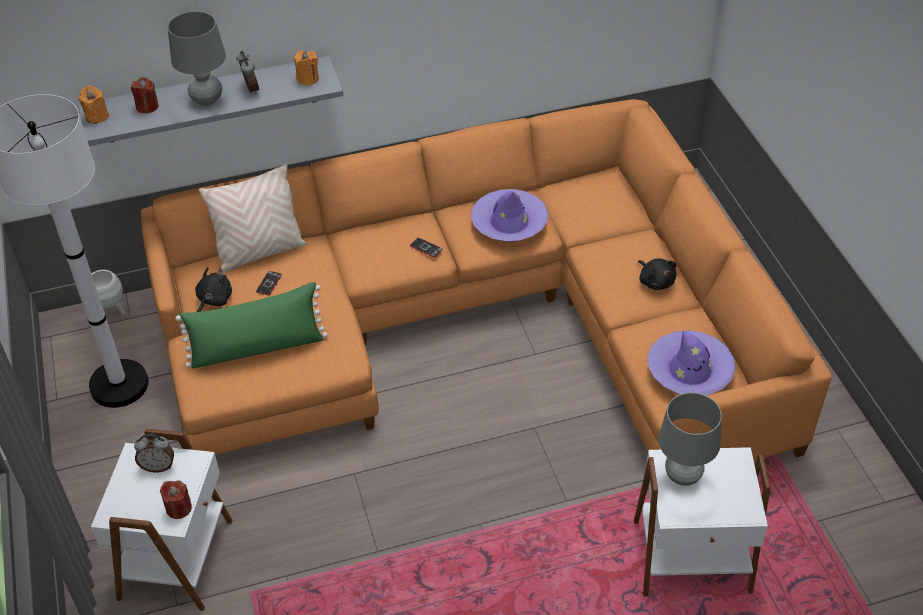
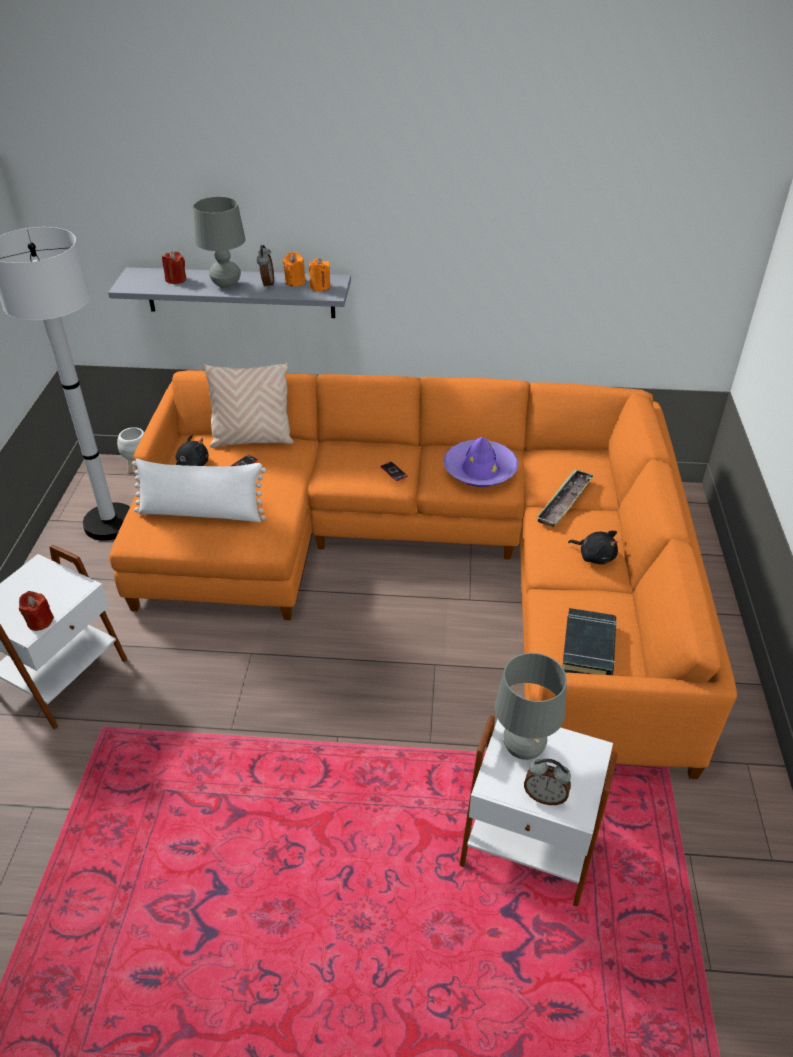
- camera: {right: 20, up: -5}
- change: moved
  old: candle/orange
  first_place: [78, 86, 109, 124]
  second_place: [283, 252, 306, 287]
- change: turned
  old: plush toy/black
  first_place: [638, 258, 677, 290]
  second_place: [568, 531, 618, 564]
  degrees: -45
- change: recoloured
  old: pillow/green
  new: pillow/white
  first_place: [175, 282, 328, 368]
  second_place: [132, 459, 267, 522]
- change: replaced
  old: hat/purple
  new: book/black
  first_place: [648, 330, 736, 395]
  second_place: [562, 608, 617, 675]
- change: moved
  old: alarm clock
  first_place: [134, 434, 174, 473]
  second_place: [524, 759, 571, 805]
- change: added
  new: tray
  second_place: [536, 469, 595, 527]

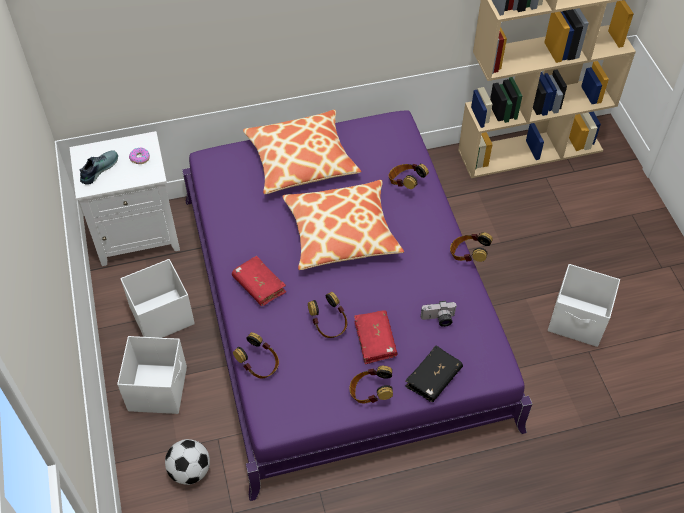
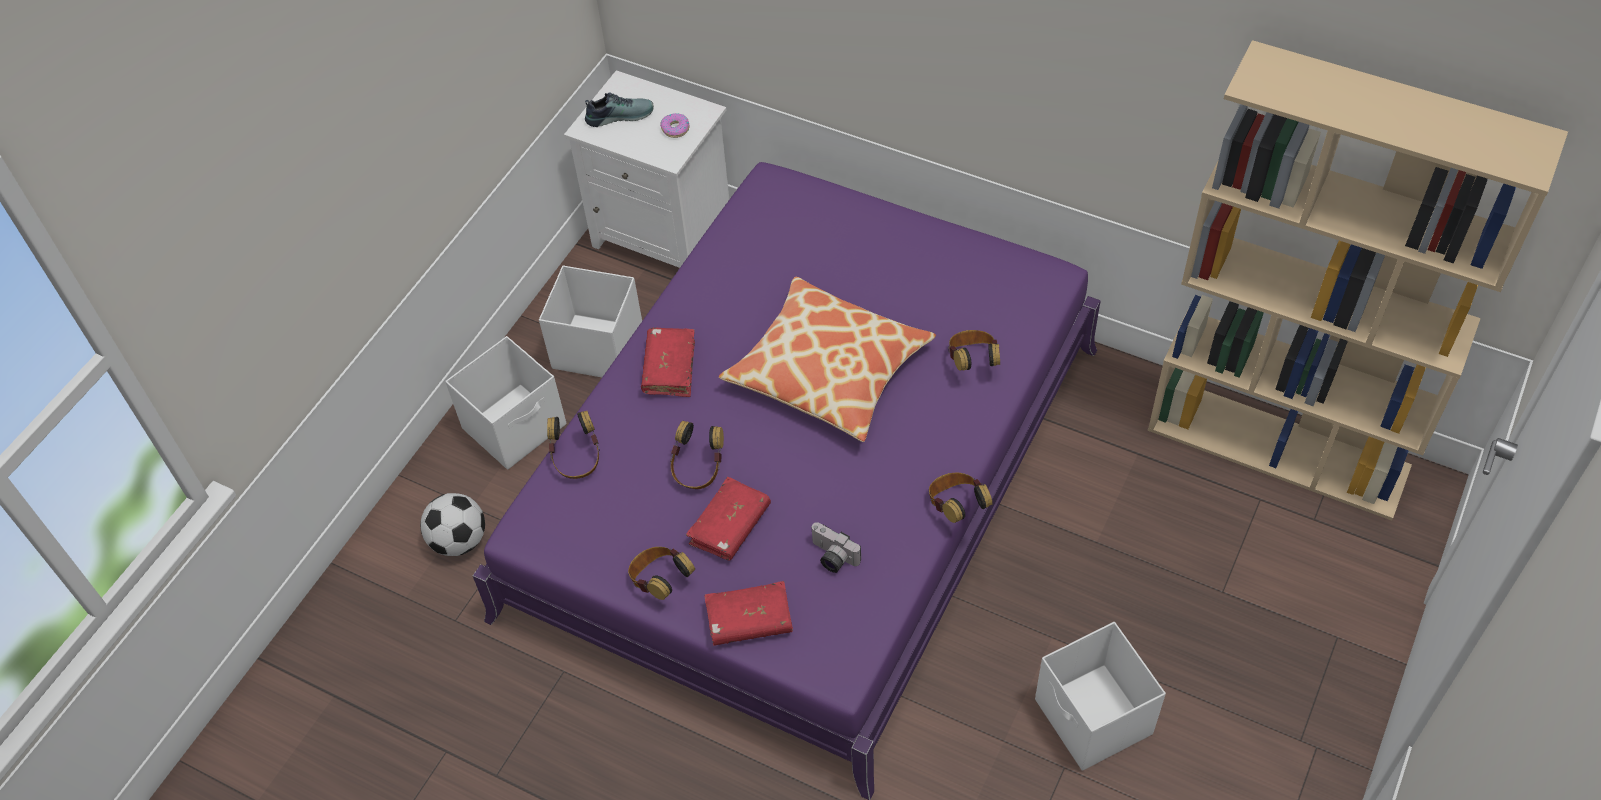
- camera: {right: 45, up: 0}
- change: removed
  old: pillow
  first_place: [243, 110, 361, 194]
- change: recoloured
  old: book/black
  new: book/red
  first_place: [405, 346, 463, 402]
  second_place: [704, 581, 793, 646]

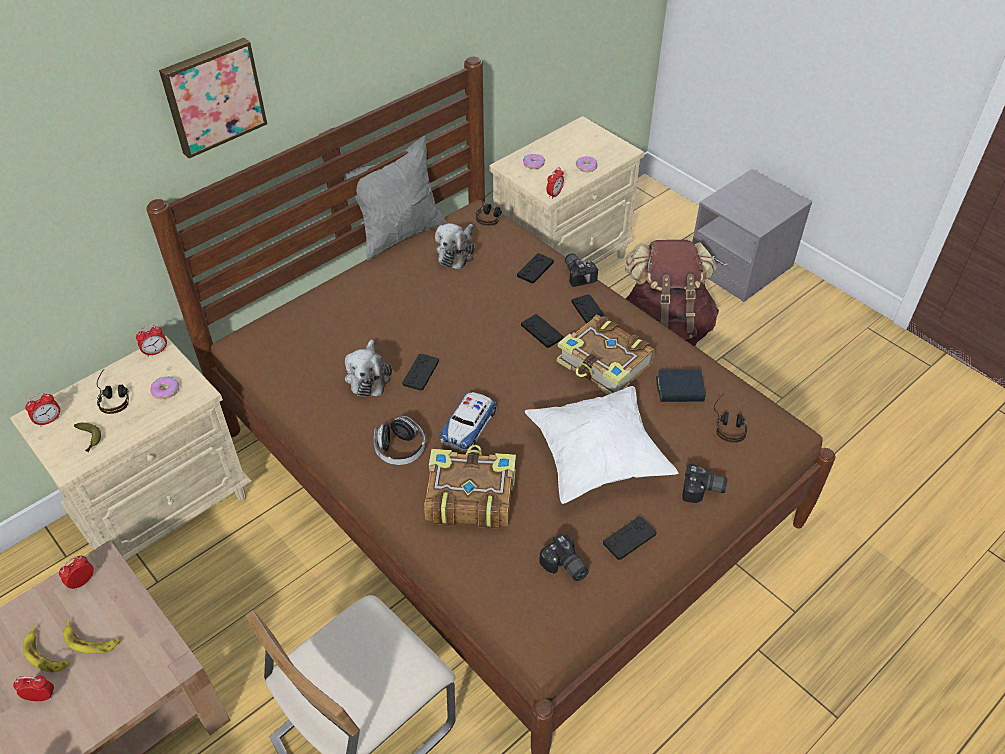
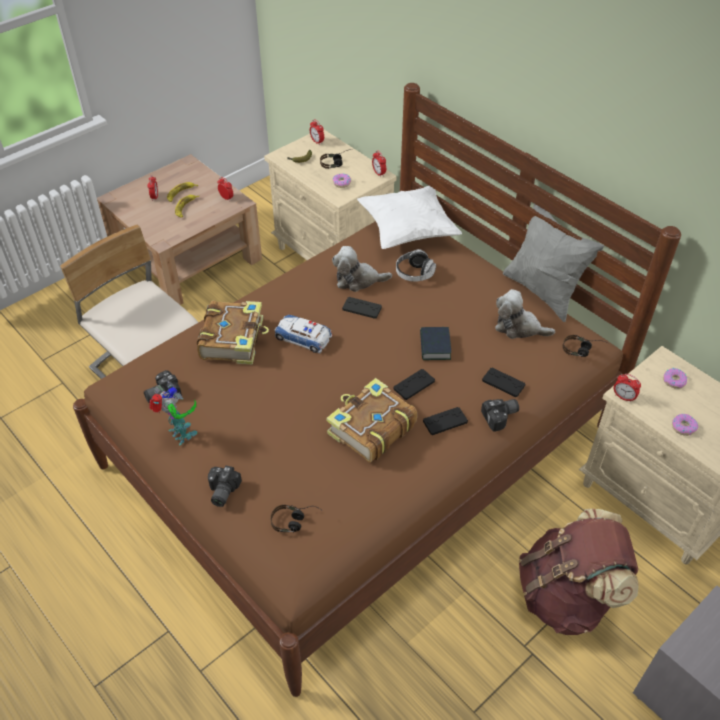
- camera: {right: 90, up: 0}
- change: removed
  old: picture
  first_place: [159, 38, 267, 159]
- change: moved
  old: book
  first_place: [656, 370, 706, 402]
  second_place: [420, 327, 451, 360]
- change: moved
  old: pillow/white
  first_place: [525, 386, 678, 504]
  second_place: [357, 186, 462, 249]
- change: moved
  old: headphones
  first_place: [374, 416, 425, 465]
  second_place: [396, 249, 436, 282]
- change: replaced
  old: game controller/black
  new: toy robot
  first_place: [603, 516, 656, 560]
  second_place: [149, 381, 197, 445]

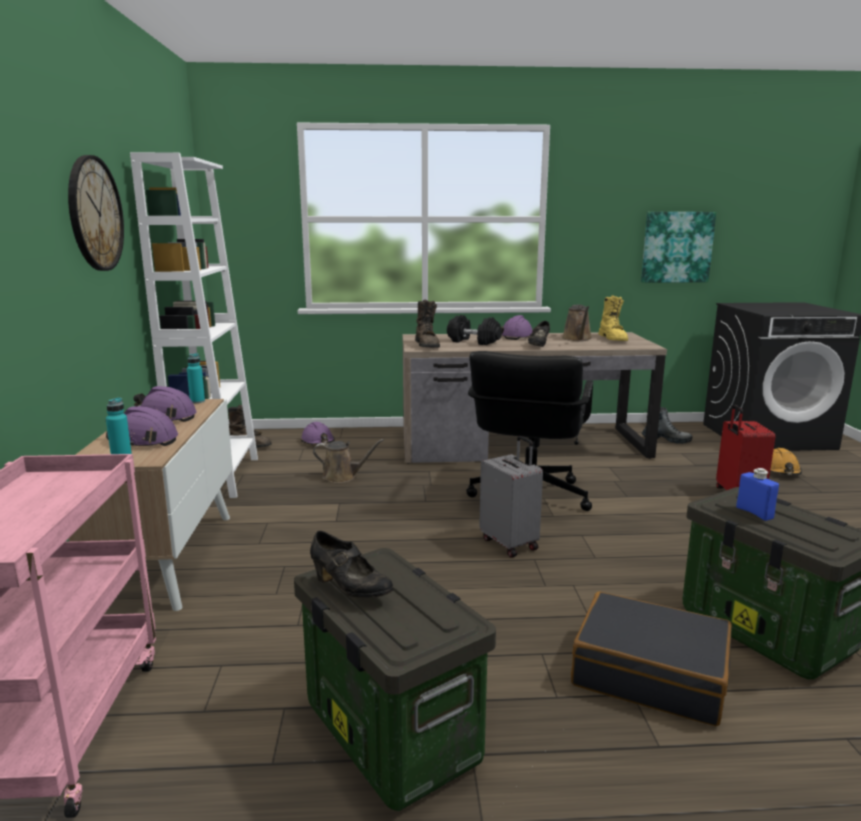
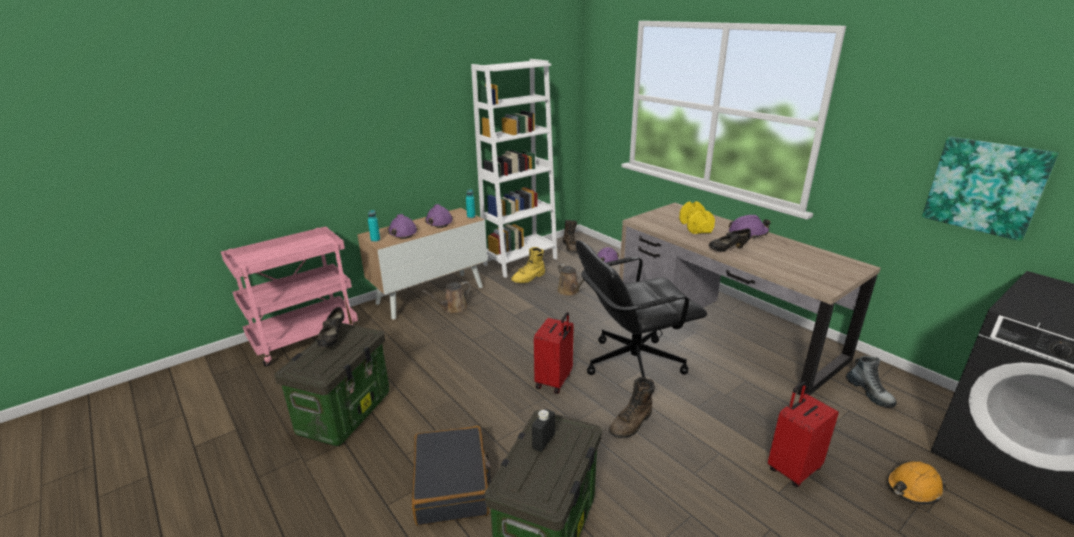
- camera: {right: 55, up: 10}
- change: removed
  old: wall clock
  first_place: [68, 155, 124, 271]
- change: moved
  old: boot/yellow
  first_place: [598, 295, 628, 341]
  second_place: [511, 247, 545, 283]
- change: moved
  old: boot/brown
  first_place: [415, 299, 440, 348]
  second_place: [609, 377, 655, 438]
- change: moved
  old: watering can/brown
  first_place: [562, 305, 592, 341]
  second_place: [421, 281, 471, 314]
- change: recoloured
  old: dumbbell/black
  new: dumbbell/yellow
  first_place: [447, 315, 502, 345]
  second_place: [679, 201, 715, 234]
- change: recoloured
  old: suitcase/grey
  new: suitcase/red
  first_place: [479, 436, 543, 557]
  second_place: [534, 312, 574, 394]
- change: recoloured
  old: bottle/blue
  new: bottle/black
  first_place: [736, 468, 779, 521]
  second_place: [532, 409, 555, 452]

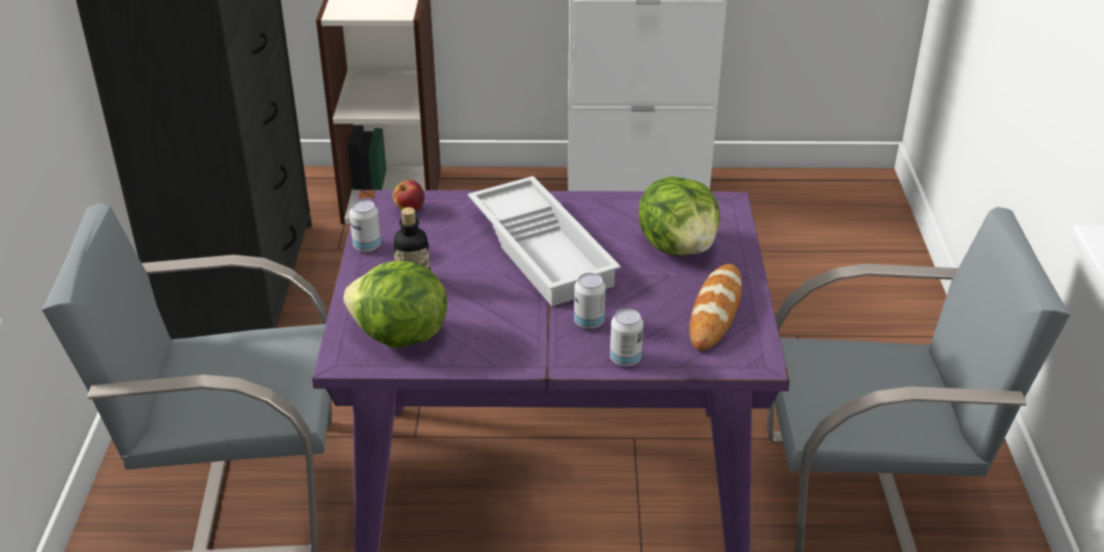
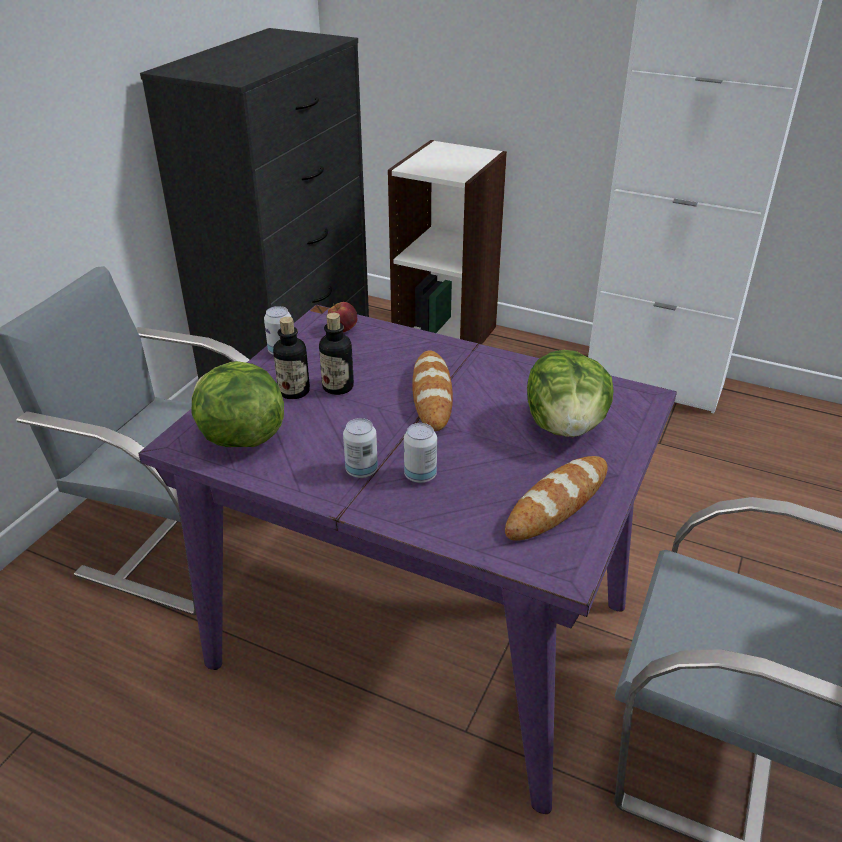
- camera: {right: 25, up: 0}
- change: replaced
  old: tray/white
  new: bread
  first_place: [468, 176, 621, 306]
  second_place: [412, 350, 453, 431]
- change: moved
  old: can
  first_place: [610, 308, 643, 366]
  second_place: [343, 418, 378, 478]
- change: added
  new: bottle
  second_place: [319, 313, 354, 395]

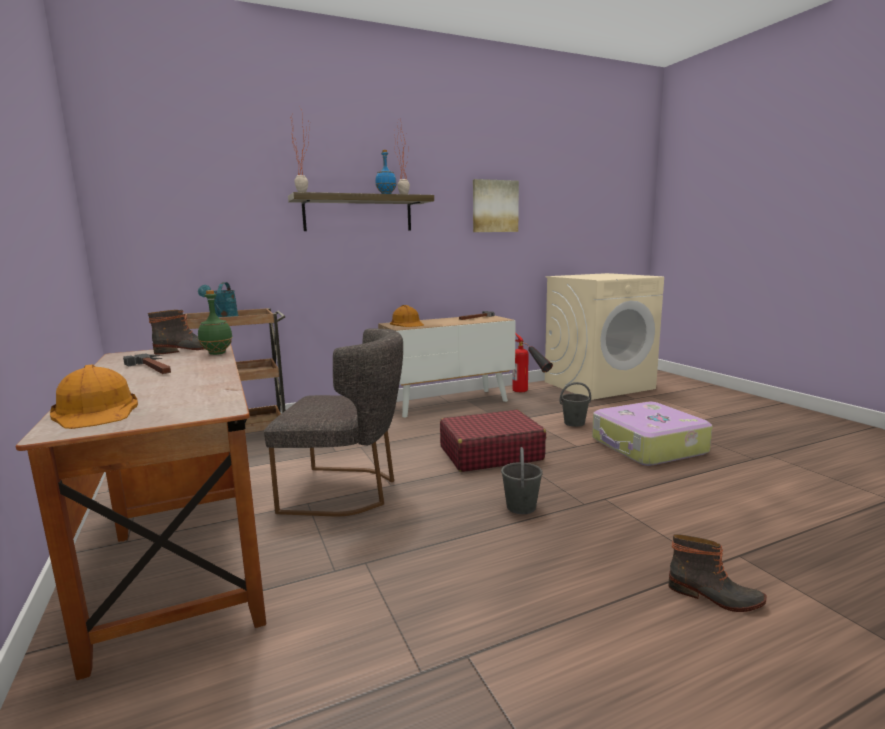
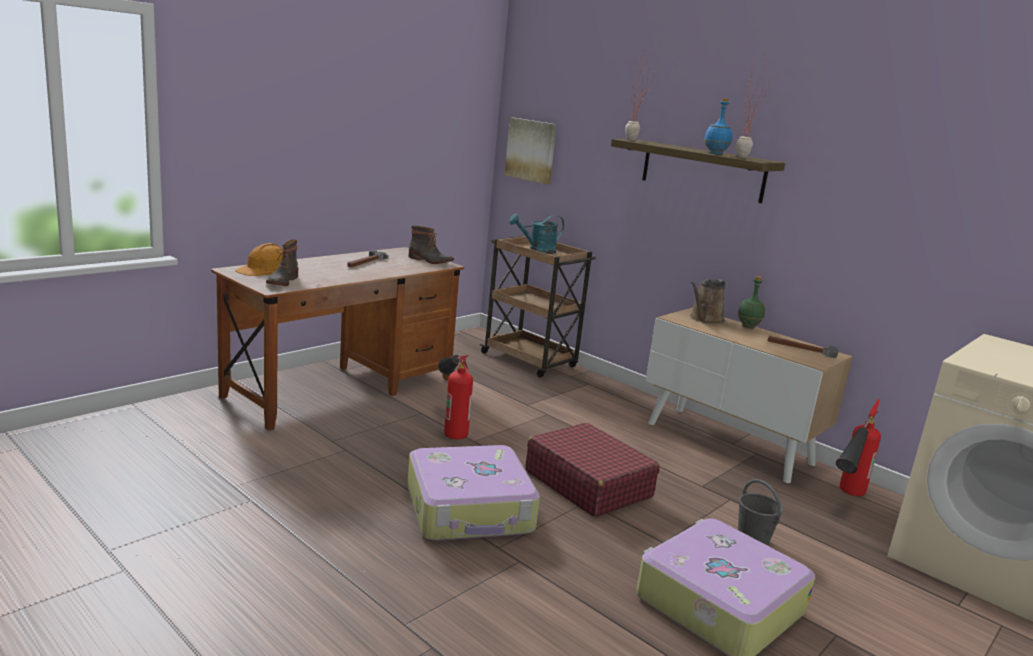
- camera: {right: 65, up: 5}
- change: moved
  old: picture
  first_place: [473, 179, 519, 232]
  second_place: [505, 117, 557, 184]
- change: moved
  old: bottle/green
  first_place: [198, 290, 233, 355]
  second_place: [738, 276, 765, 328]
- change: replaced
  old: hard hat/orange
  new: watering can/brown
  first_place: [390, 305, 424, 327]
  second_place: [689, 279, 725, 323]
- change: replaced
  old: chair/grey
  new: fire extinguisher
  first_place: [264, 329, 403, 517]
  second_place: [438, 355, 473, 439]
- change: replaced
  old: bucket/grey
  new: suitcase
  first_place: [501, 447, 543, 514]
  second_place: [408, 445, 540, 541]
- change: moved
  old: boot
  first_place: [668, 534, 767, 612]
  second_place: [266, 240, 298, 286]

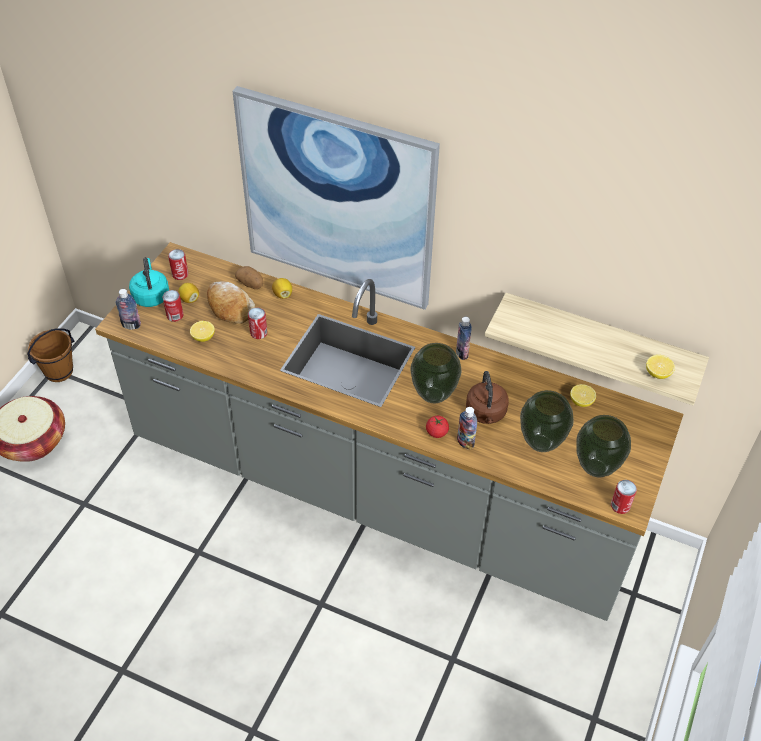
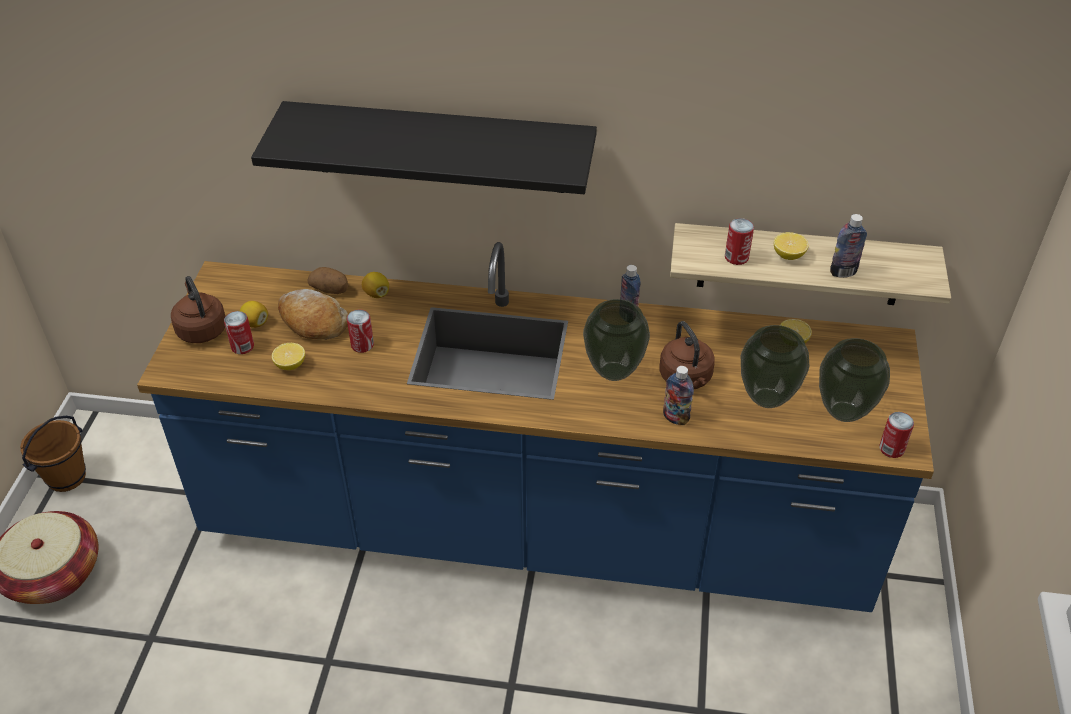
- camera: {right: -15, up: -5}
- change: replaced
  old: picture
  new: shelf/black
  first_place: [232, 86, 440, 310]
  second_place: [251, 101, 597, 194]
- change: recoloured
  old: counter/grey
  new: counter/blue
  first_place: [95, 242, 683, 621]
  second_place: [137, 242, 934, 612]
- change: moved
  old: can
  first_place: [168, 249, 188, 280]
  second_place: [725, 218, 754, 265]
- change: recoloured
  old: kettle/turquoise
  new: kettle/brown
  first_place: [129, 257, 169, 307]
  second_place: [171, 276, 225, 343]
- change: moved
  old: bottle
  first_place: [116, 289, 141, 330]
  second_place: [830, 214, 867, 278]
- change: moved
  old: lemon
  first_place: [646, 355, 675, 379]
  second_place: [774, 232, 809, 260]
- change: removed
  old: tomato
  first_place: [426, 416, 449, 438]

